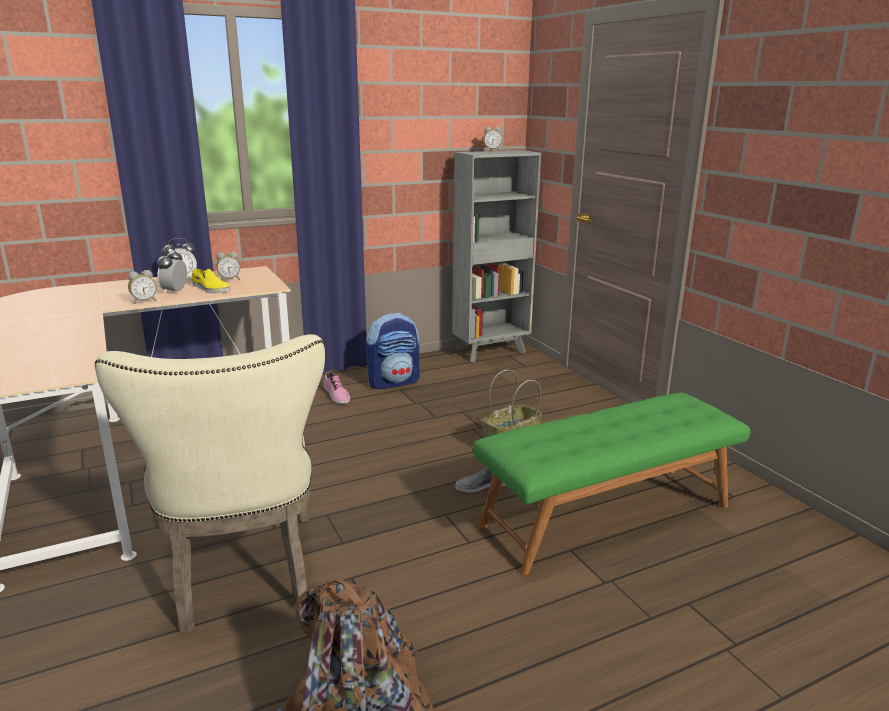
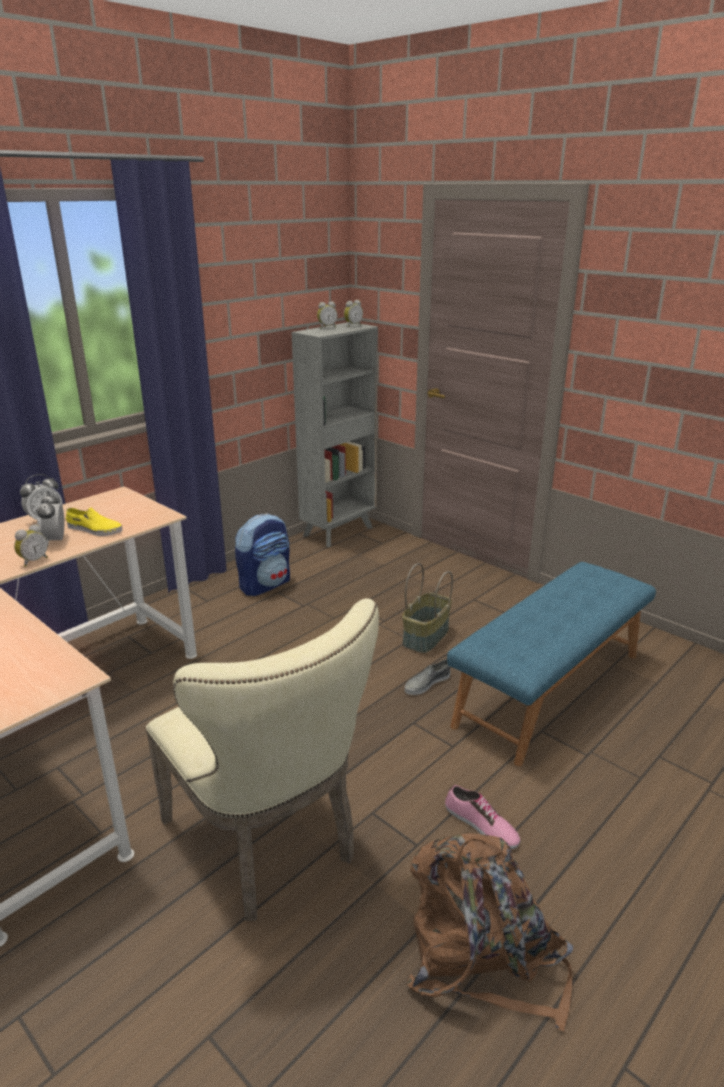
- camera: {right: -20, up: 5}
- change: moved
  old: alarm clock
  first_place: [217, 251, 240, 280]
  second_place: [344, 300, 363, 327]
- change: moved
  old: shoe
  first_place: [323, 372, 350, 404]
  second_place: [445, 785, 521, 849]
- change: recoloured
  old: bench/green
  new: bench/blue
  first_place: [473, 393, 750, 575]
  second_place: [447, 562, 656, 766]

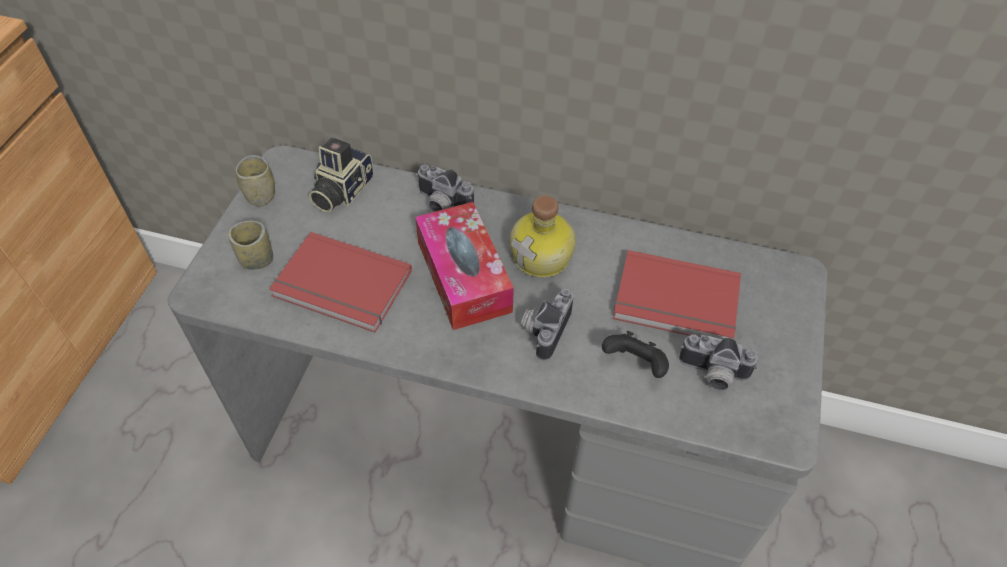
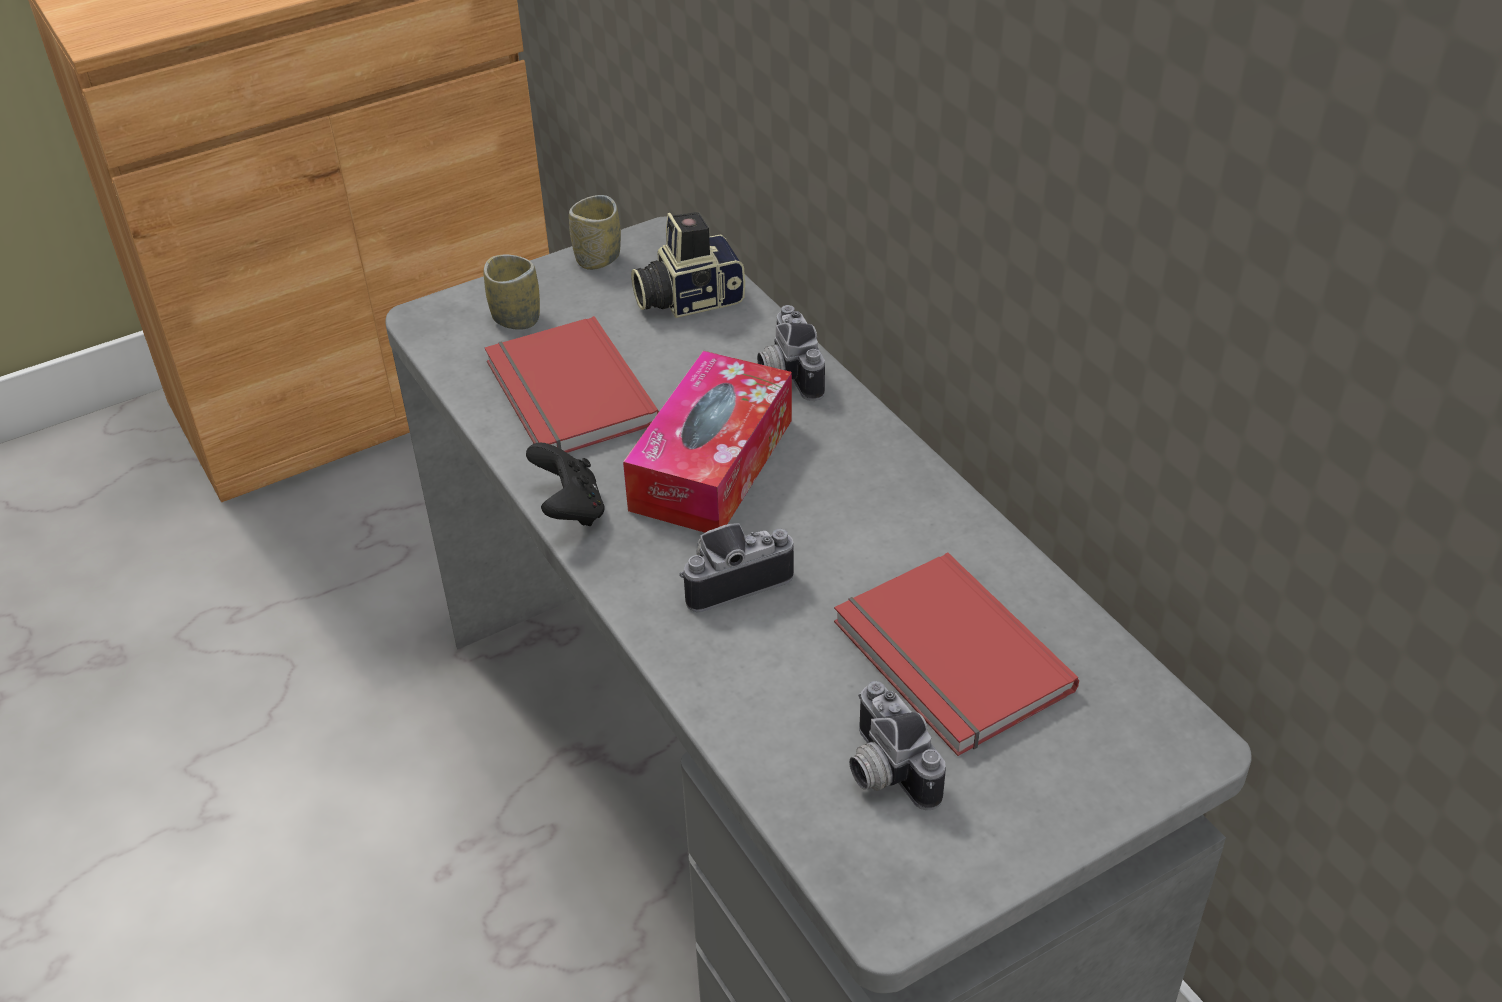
- camera: {right: 45, up: -10}
- change: removed
  old: bottle
  first_place: [510, 195, 576, 278]
- change: moved
  old: game controller/black
  first_place: [602, 331, 669, 378]
  second_place: [526, 442, 605, 526]

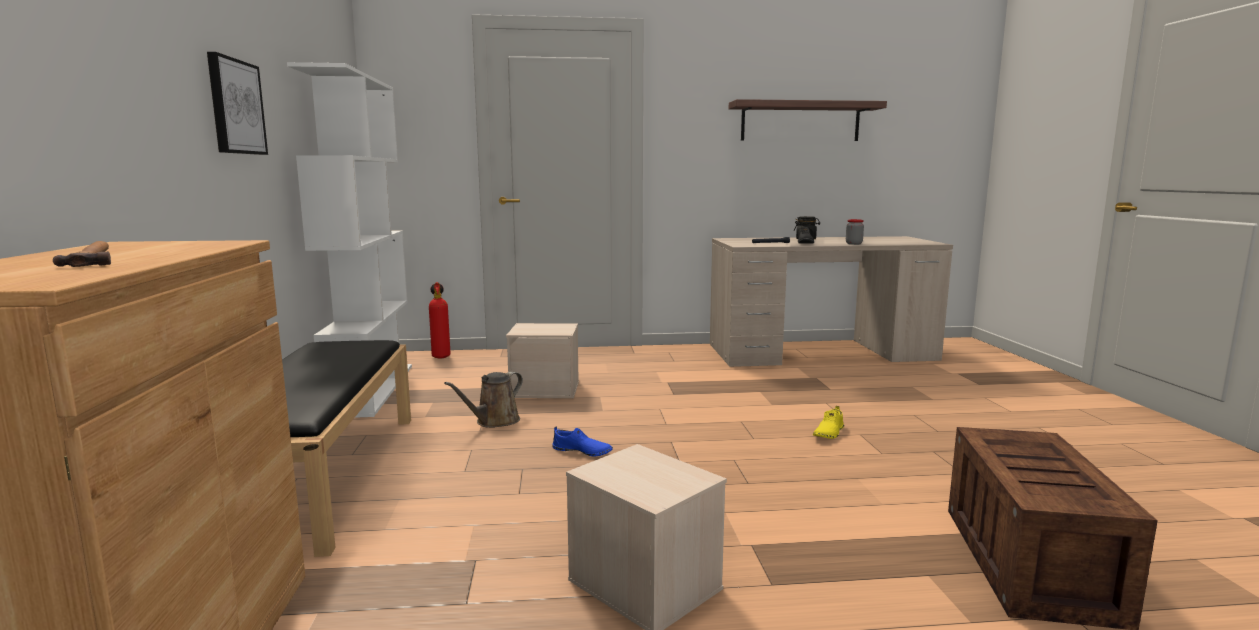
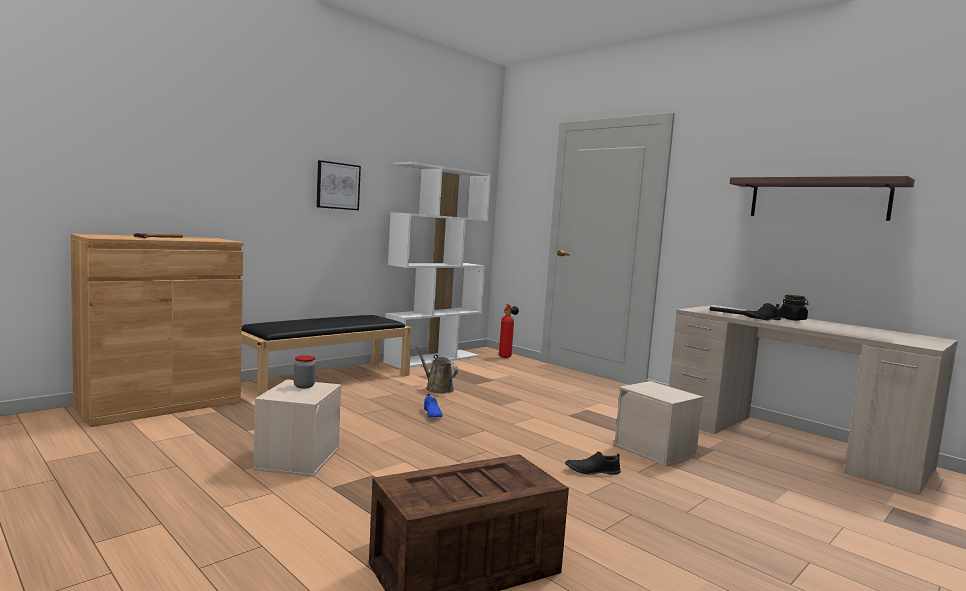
- camera: {right: 50, up: -5}
- change: moved
  old: jar
  first_place: [846, 219, 864, 245]
  second_place: [294, 355, 316, 388]
- change: moved
  old: storage box/beige
  first_place: [506, 323, 579, 398]
  second_place: [614, 381, 703, 467]
- change: turned
  old: watering can/brown
  first_place: [444, 372, 523, 428]
  second_place: [416, 346, 458, 393]
  degrees: 45
- change: recoloured
  old: shoe/yellow
  new: shoe/black
  first_place: [813, 406, 844, 439]
  second_place: [565, 452, 621, 475]

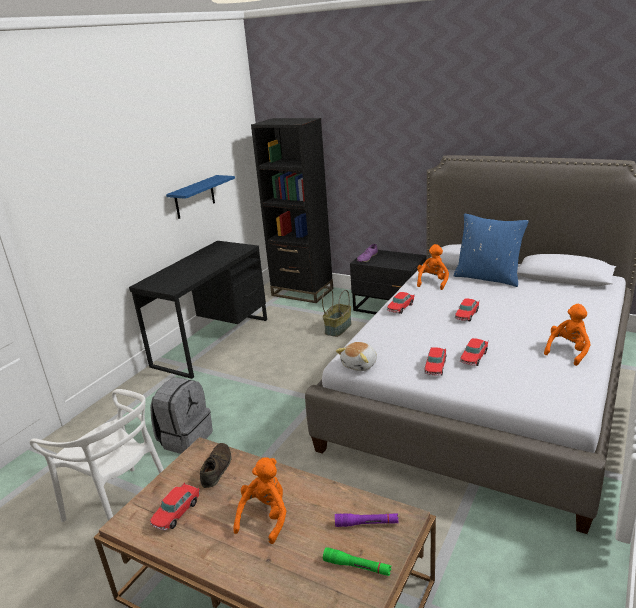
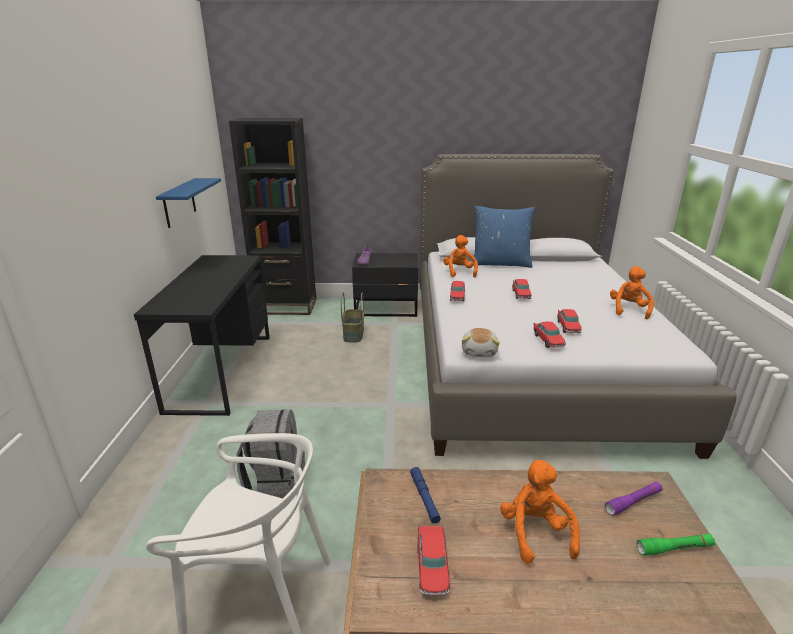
- camera: {right: -30, up: 0}
- change: replaced
  old: shoe/brown
  new: flashlight/blue
  first_place: [200, 443, 232, 488]
  second_place: [410, 467, 441, 524]

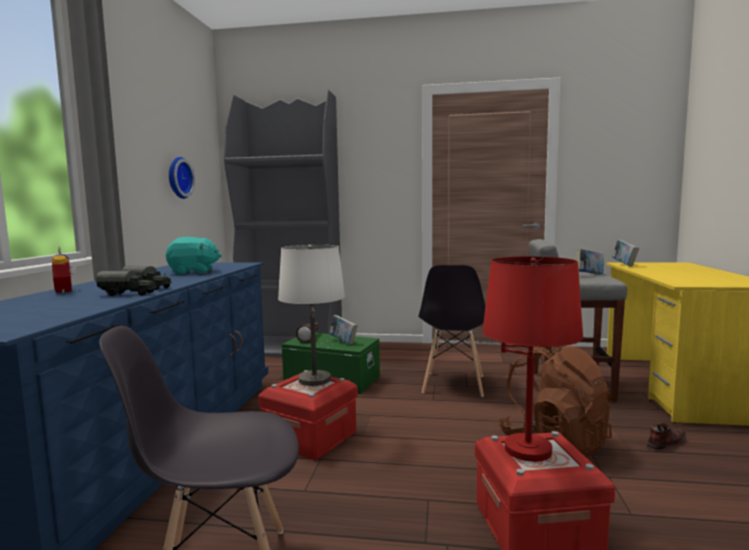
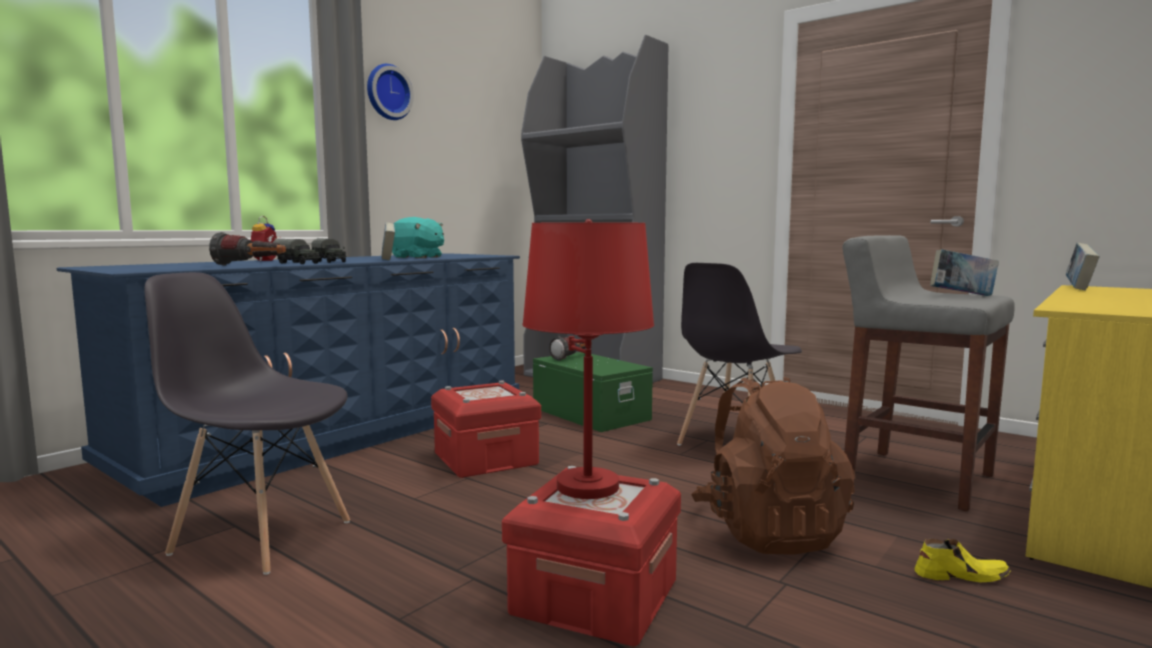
- camera: {right: 30, up: 0}
- change: moved
  old: wall clock
  first_place: [169, 157, 195, 199]
  second_place: [367, 64, 414, 120]
- change: removed
  old: table lamp/white
  first_place: [278, 245, 345, 386]
- change: moved
  old: book
  first_place: [329, 315, 358, 345]
  second_place: [381, 222, 395, 261]
- change: recoloured
  old: shoe/brown
  new: shoe/yellow
  first_place: [646, 423, 686, 450]
  second_place: [915, 539, 1011, 583]
- change: added
  new: flashlight
  second_place: [209, 232, 286, 266]

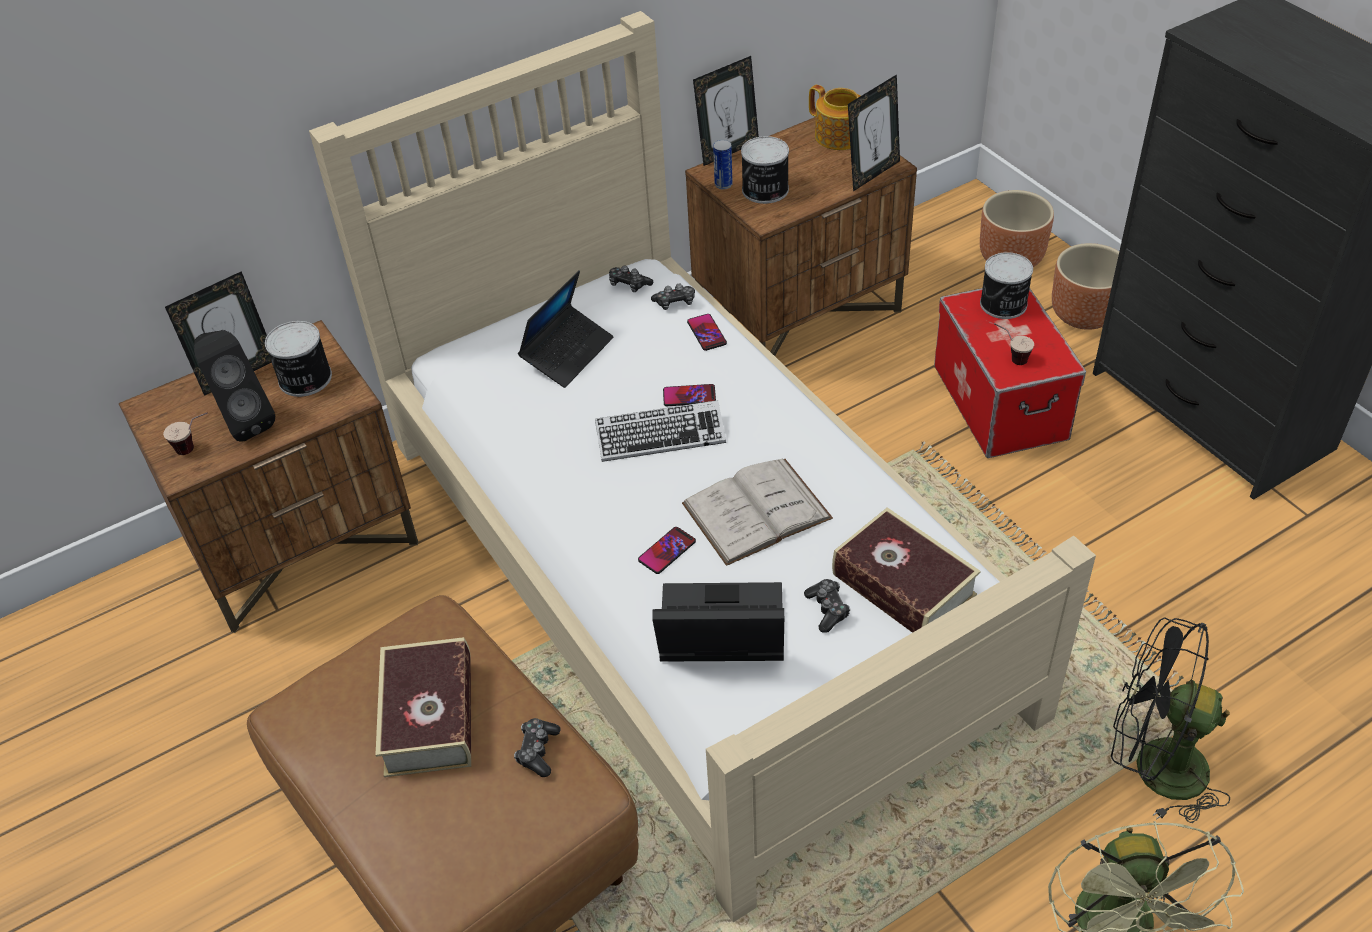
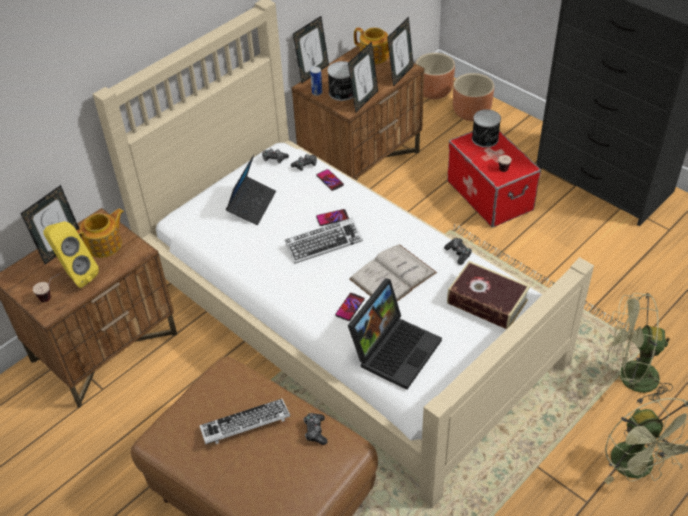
- camera: {right: -15, up: 0}
- change: moved
  old: planter/brown
  first_place: [1052, 243, 1119, 330]
  second_place: [416, 53, 455, 99]
- change: replaced
  old: can
  new: teapot
  first_place: [265, 321, 332, 397]
  second_place: [77, 209, 124, 258]
- change: recoloured
  old: speaker/black
  new: speaker/yellow
  first_place: [194, 330, 275, 442]
  second_place: [44, 221, 99, 288]
- change: moved
  old: game controller
  first_place: [804, 579, 850, 633]
  second_place: [444, 238, 472, 265]
- change: turned
  old: laptop
  first_place: [652, 582, 784, 662]
  second_place: [348, 278, 442, 390]
  degrees: 135
- change: recoloured
  old: fan/black
  new: fan/green
  first_place: [1111, 617, 1230, 823]
  second_place: [606, 293, 673, 404]
- change: replaced
  old: book
  new: keyboard
  first_place: [375, 637, 471, 777]
  second_place: [199, 399, 290, 444]
- change: added
  new: picture frame
  second_place: [348, 42, 378, 113]

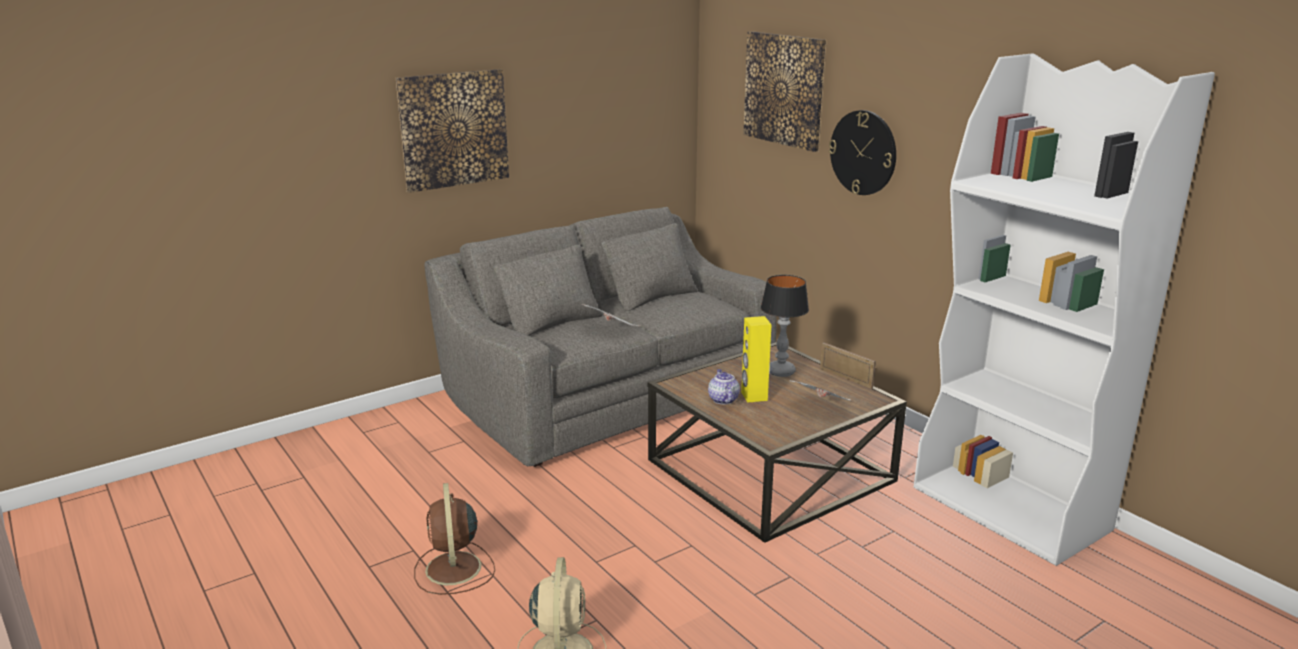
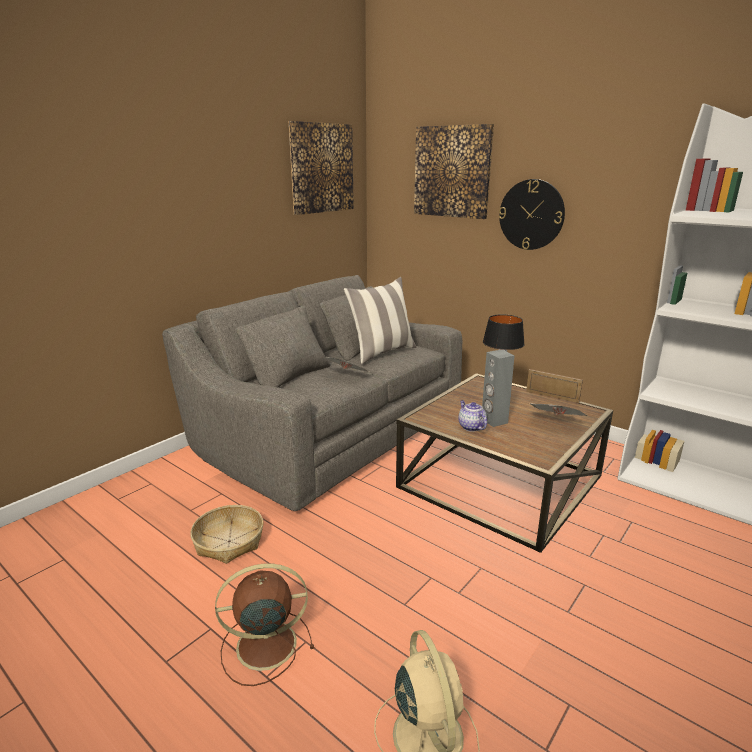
- camera: {right: -15, up: 0}
- change: moved
  old: picture
  first_place: [396, 69, 509, 193]
  second_place: [289, 121, 354, 215]
- change: recoloured
  old: speaker/yellow
  new: speaker/grey
  first_place: [741, 316, 772, 402]
  second_place: [482, 349, 515, 427]
- change: turned
  old: fan/brown
  first_place: [414, 483, 495, 595]
  second_place: [215, 564, 314, 686]
  degrees: 105
- change: added
  new: pillow
  second_place: [344, 277, 416, 364]
- change: added
  new: basket
  second_place: [190, 505, 264, 564]

